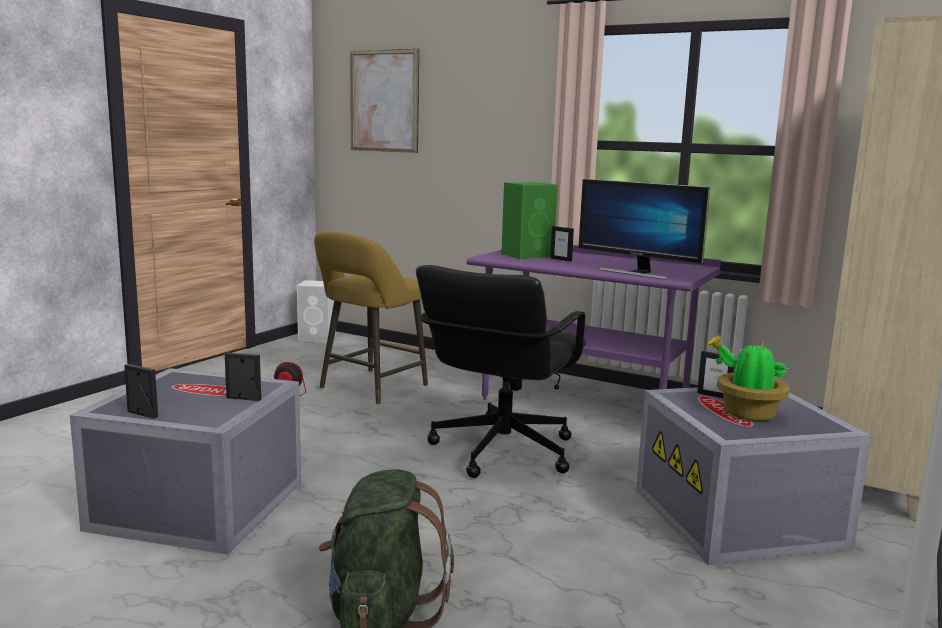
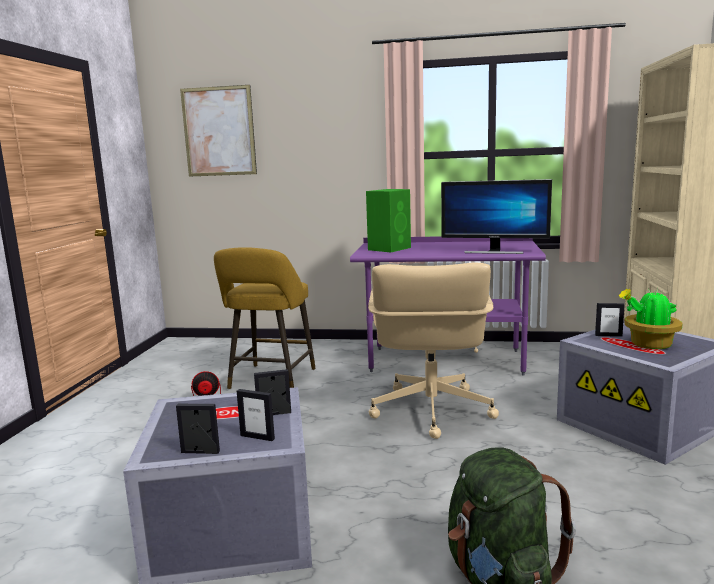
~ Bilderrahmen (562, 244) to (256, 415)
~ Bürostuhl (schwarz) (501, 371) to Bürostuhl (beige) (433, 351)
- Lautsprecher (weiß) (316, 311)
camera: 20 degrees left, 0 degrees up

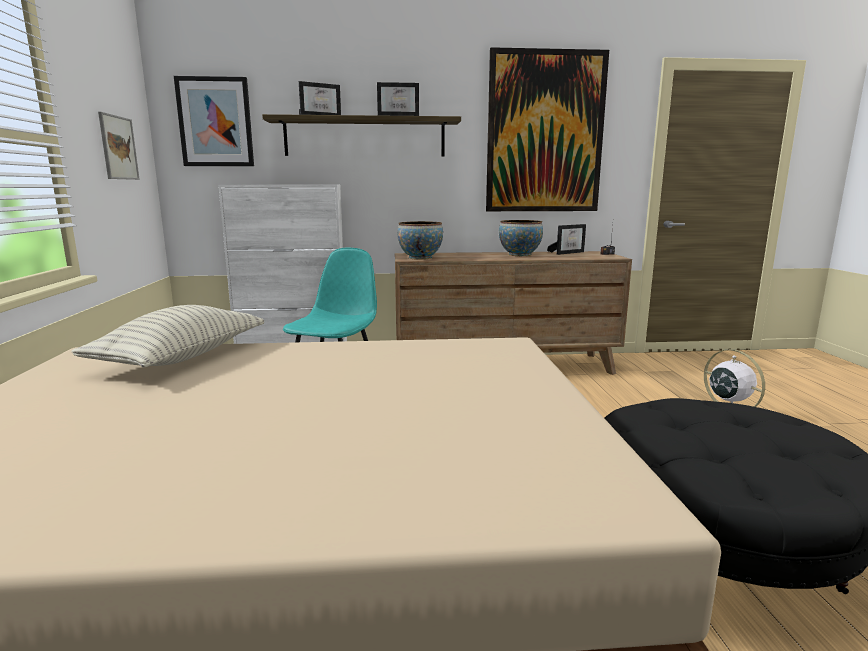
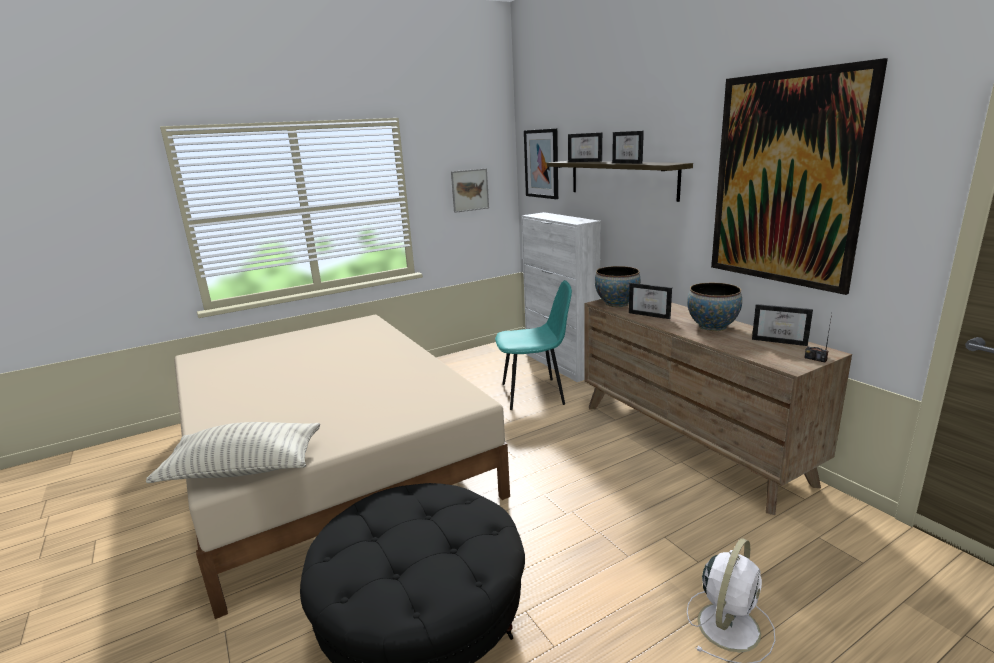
~ Kissen (167, 336) to (233, 452)
+ Bilderrahmen (650, 301)
camera: 65 degrees right, 5 degrees up

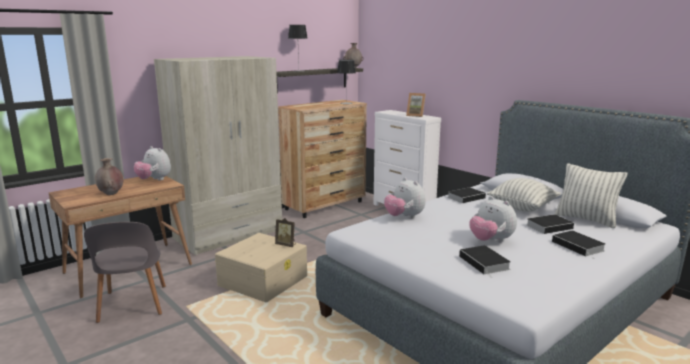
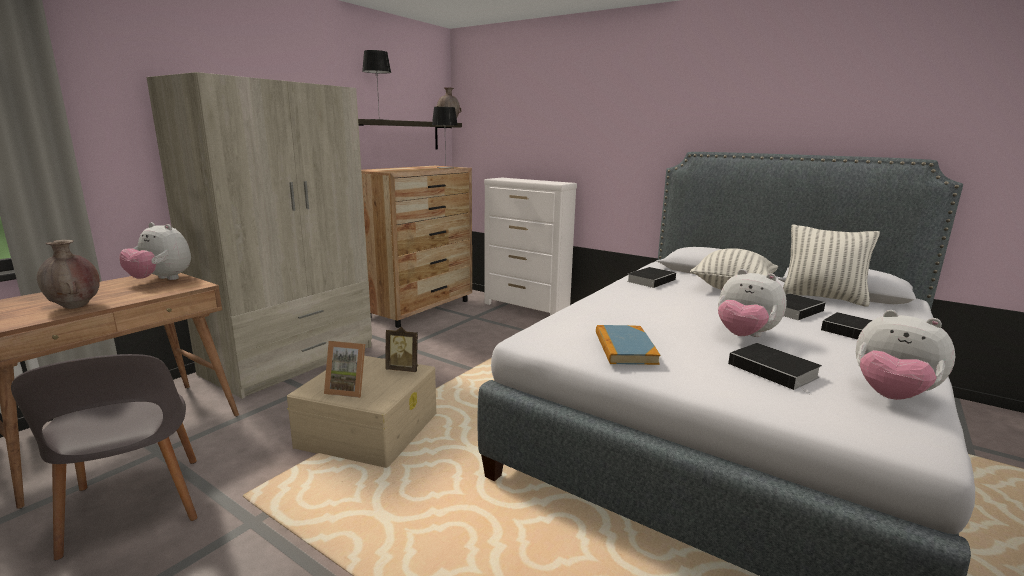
~ Bilderrahmen (416, 105) to (344, 369)
~ Plüschtier (404, 198) to (905, 355)
+ Buch (628, 345)
camera: 15 degrees left, 0 degrees up

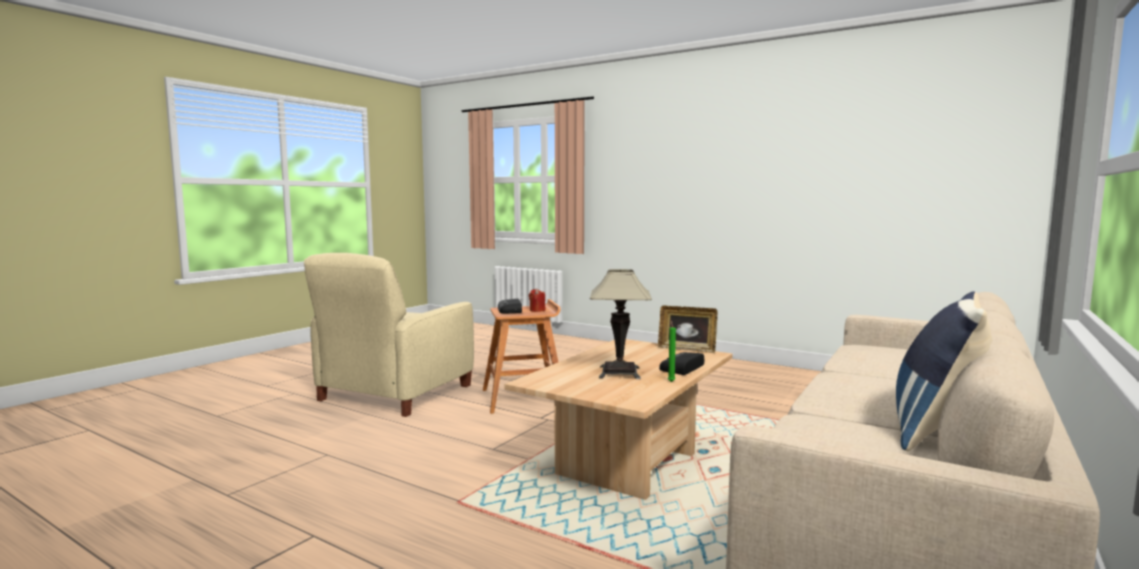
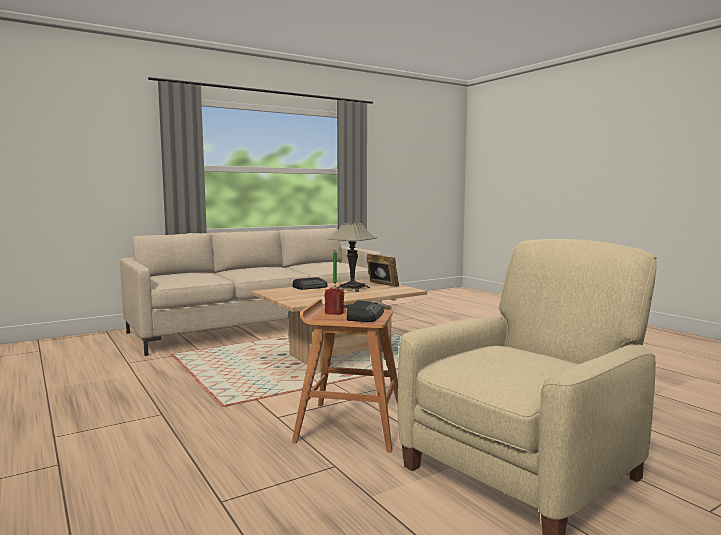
- Kissen (blau) (944, 371)
~ Bilderrahmen (687, 329) to (383, 270)
camera: 155 degrees left, 0 degrees up

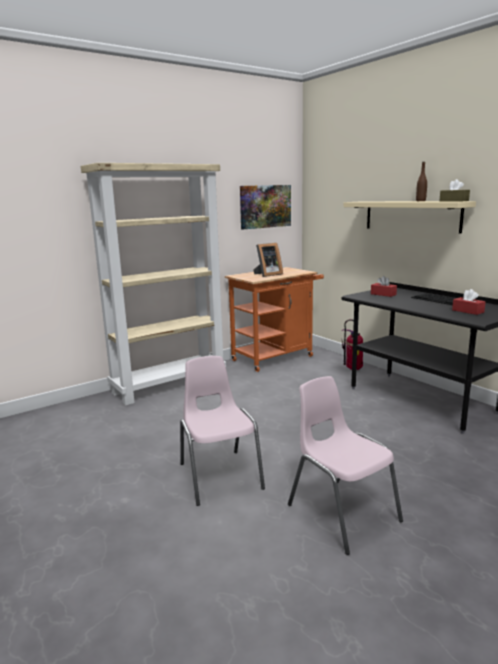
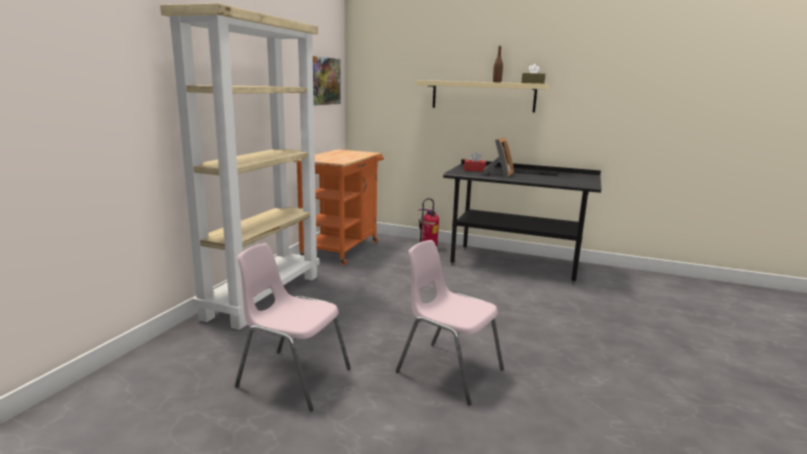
~ Bilderrahmen (268, 260) to (498, 157)
- Taschentuchbox (rot) (469, 302)
~ Stuhl (rosa) (345, 465) to (293, 327)
camera: 35 degrees left, 0 degrees up

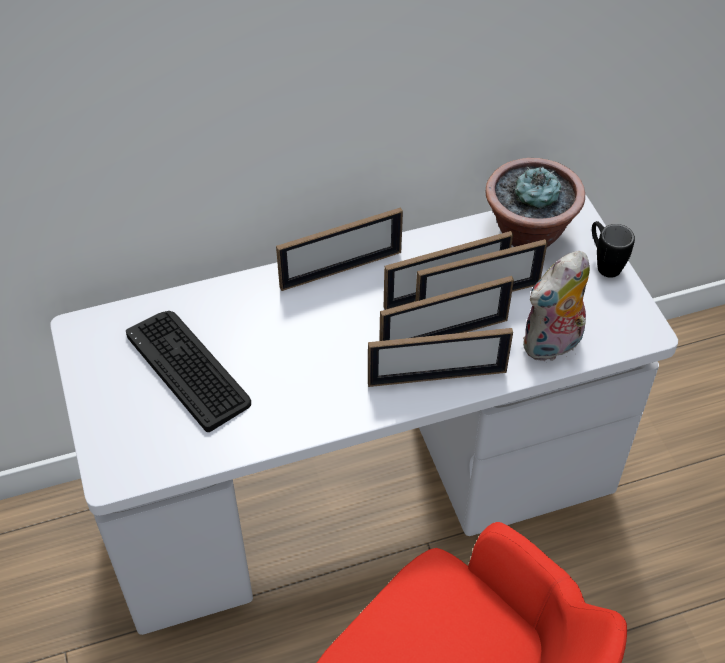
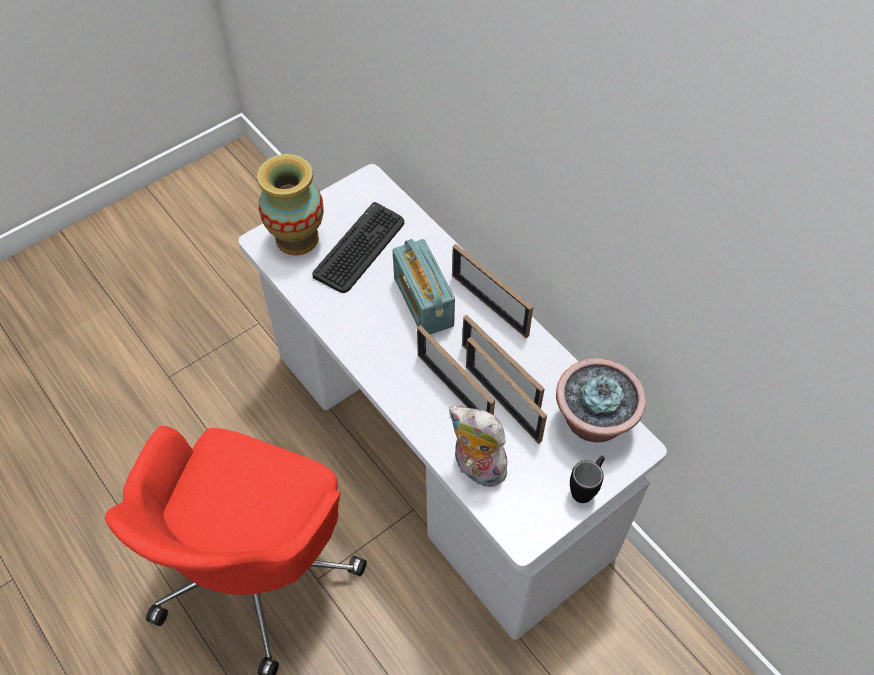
- Bilderrahmen (440, 357)
+ Vase (290, 205)
+ Radio (424, 286)
camera: 70 degrees right, 5 degrees up

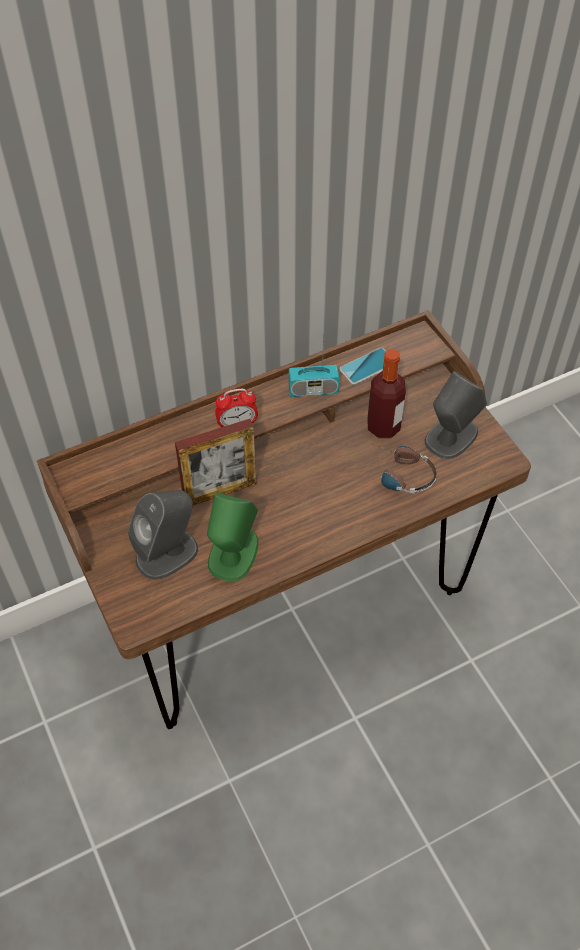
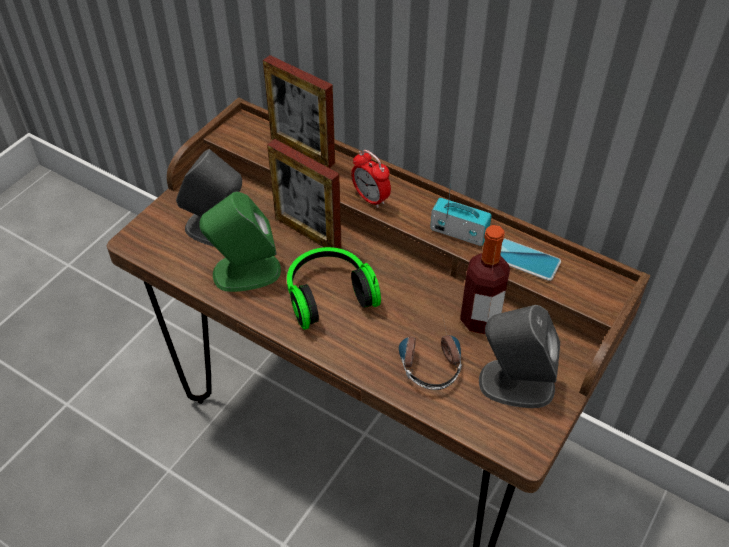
~ Radio (314, 367) = (461, 210) 150 degrees clockwise
+ Bilderrahmen (299, 111)
+ Kopfhörer (334, 288)
camera: 60 degrees right, 5 degrees down

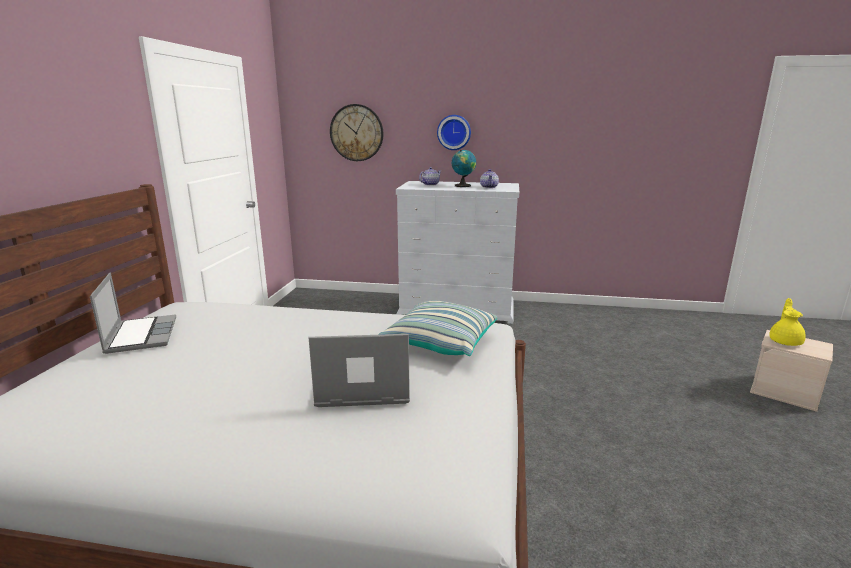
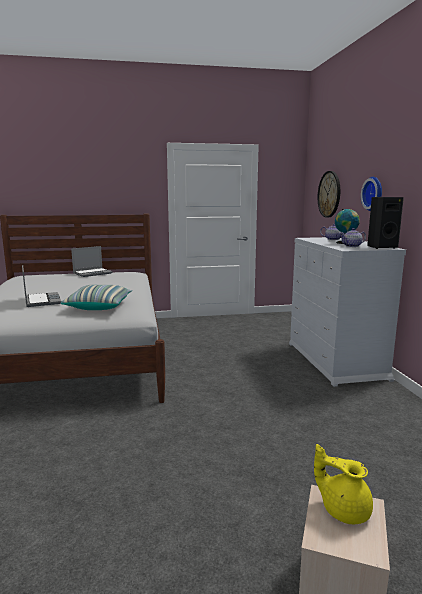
~ Teekanne (gelb) (787, 322) = (343, 484) 150 degrees counterclockwise
+ Lautsprecher (schwarz) (385, 223)
camera: 70 degrees right, 5 degrees down

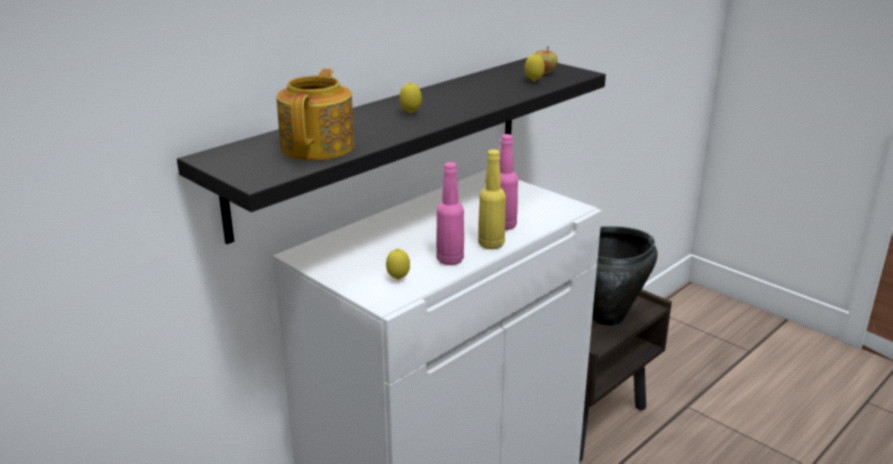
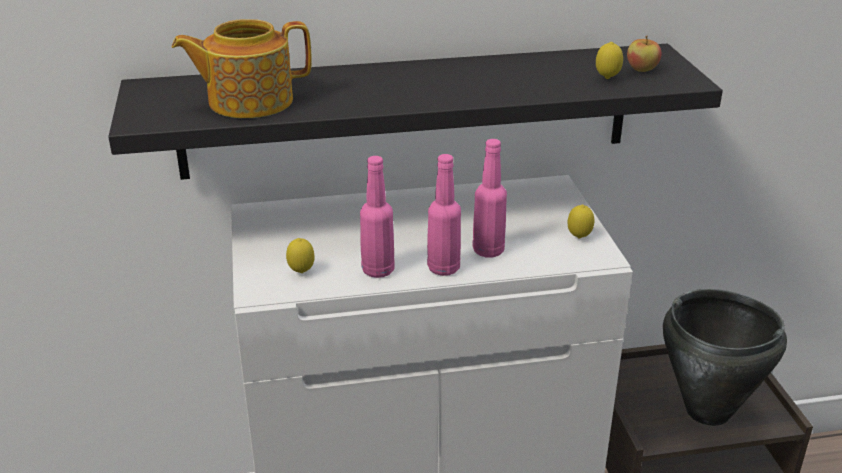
~ Teekanne (316, 114) = (242, 68) 150 degrees counterclockwise
~ Zitrone (410, 98) to (581, 221)
~ Flasche (gelb) (492, 199) to Flasche (rosa) (444, 215)
camera: 35 degrees right, 5 degrees up

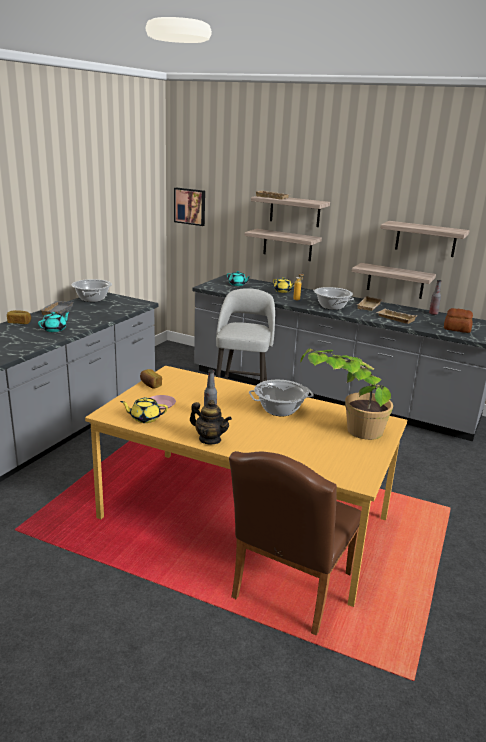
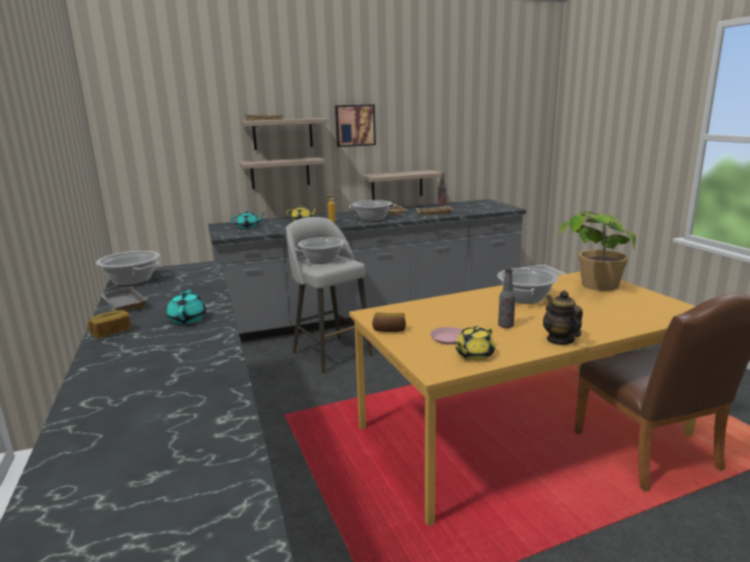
~ Bild (189, 206) to (355, 125)
- Wandregal (425, 239)
- Brot (458, 320)
~ Teekanne (211, 422) = (563, 317) 90 degrees counterclockwise
+ Kochtopf (321, 250)
camera: 45 degrees left, 5 degrees down

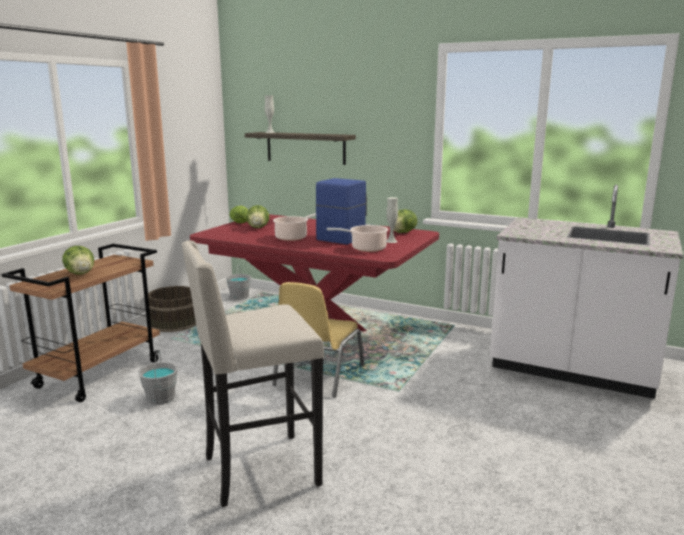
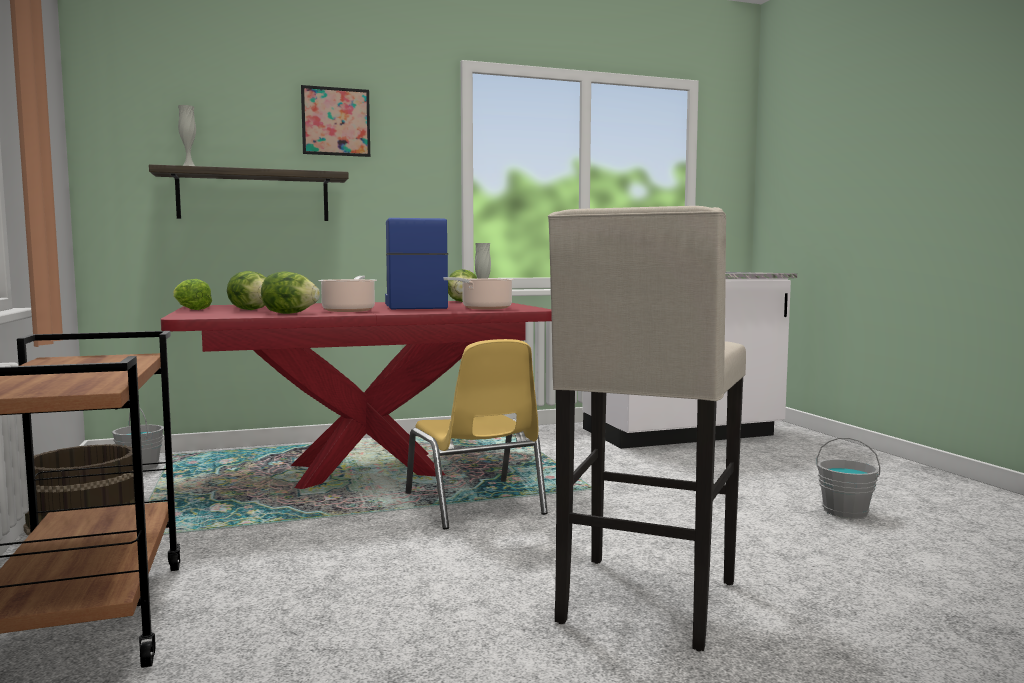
~ Salatkopf (78, 260) to (290, 293)
~ Eimer (grau) (158, 377) to (848, 478)
+ Bild (335, 121)
camera: 45 degrees left, 10 degrees down

